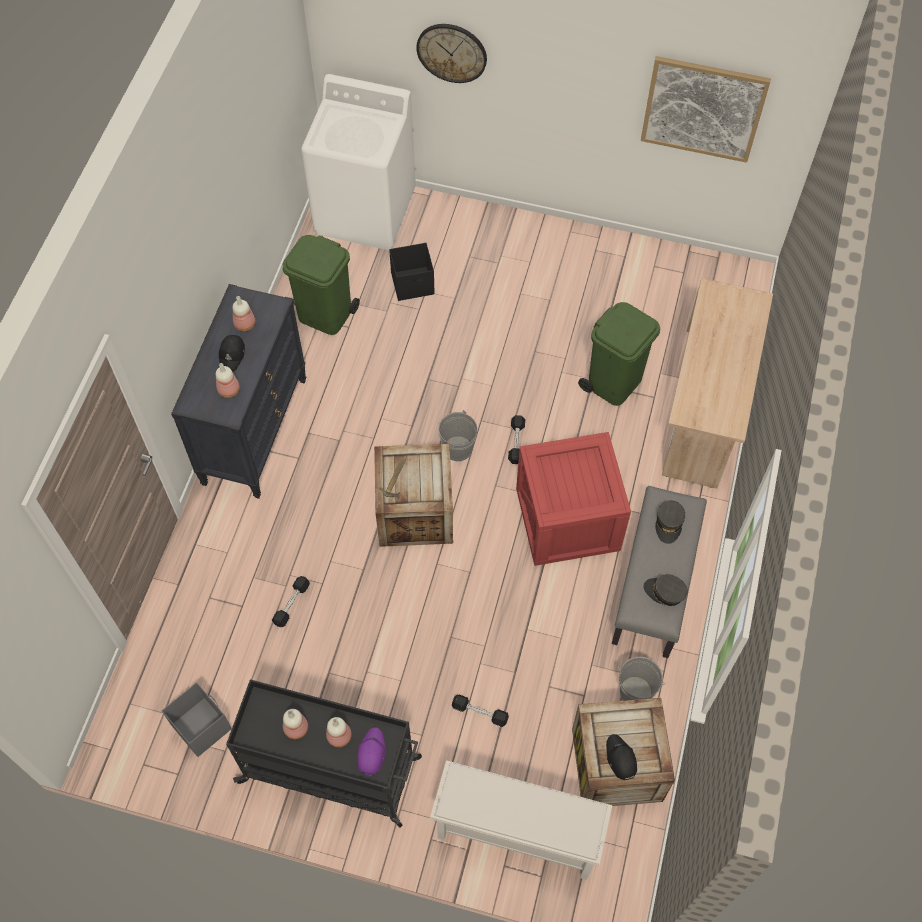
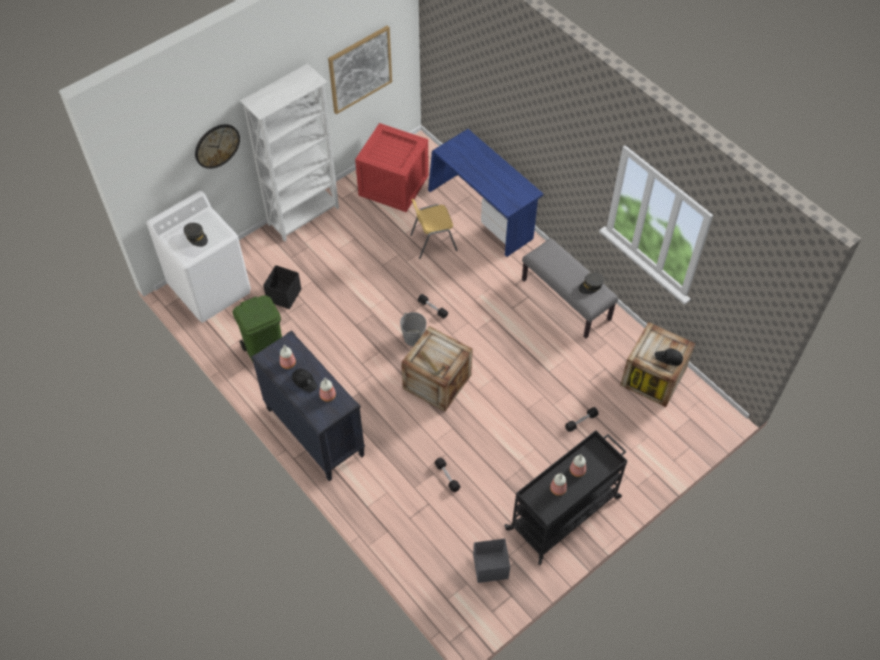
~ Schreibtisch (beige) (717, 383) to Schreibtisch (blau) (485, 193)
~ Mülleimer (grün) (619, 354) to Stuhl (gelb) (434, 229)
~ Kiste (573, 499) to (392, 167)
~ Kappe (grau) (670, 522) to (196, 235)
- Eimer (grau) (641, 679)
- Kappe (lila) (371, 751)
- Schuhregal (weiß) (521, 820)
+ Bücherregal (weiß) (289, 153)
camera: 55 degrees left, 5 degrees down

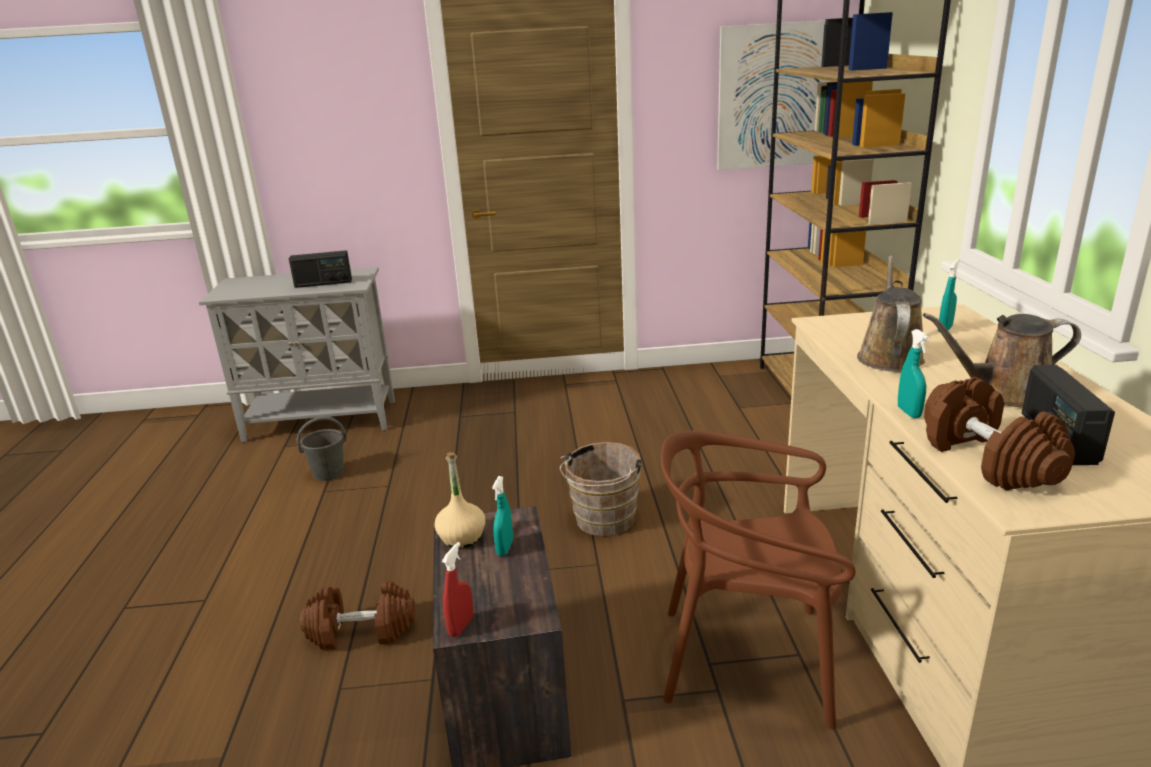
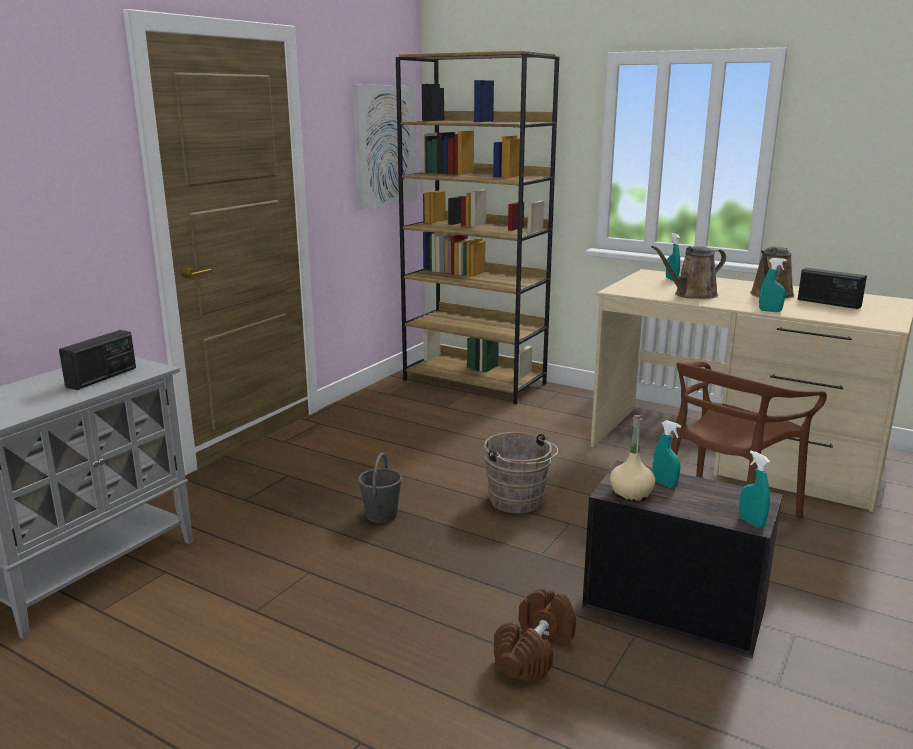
~ Gießkanne (braun) (891, 314) = (688, 272) 75 degrees counterclockwise
- Hantel (braun) (999, 434)
~ Eimer (grau) (322, 449) to (380, 487)
~ Sprühflasche (rot) (457, 589) to Sprühflasche (türkis) (754, 489)
camera: 55 degrees left, 5 degrees down

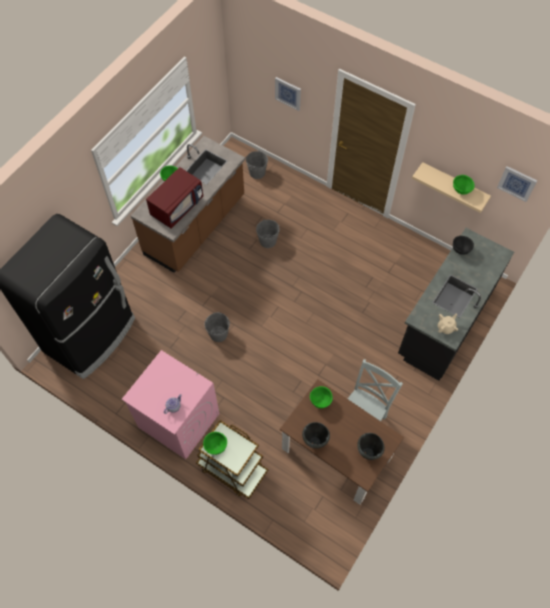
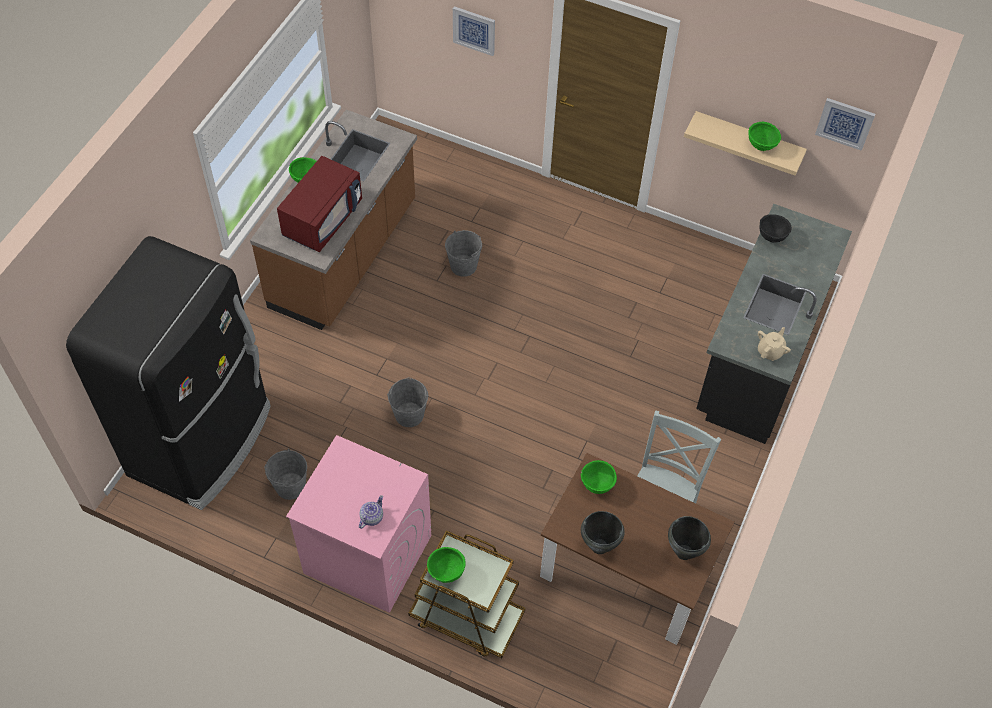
~ Eimer (grau) (257, 164) to (285, 474)
camera: 10 degrees left, 5 degrees down

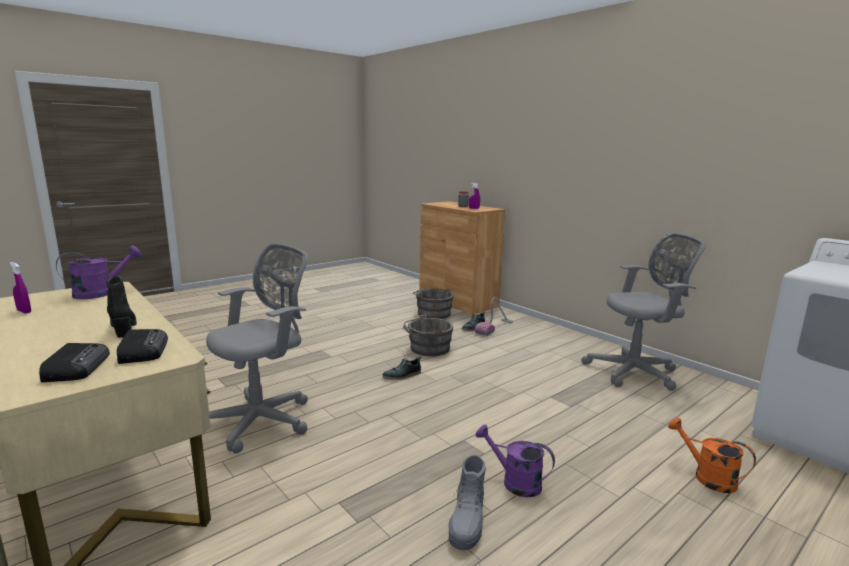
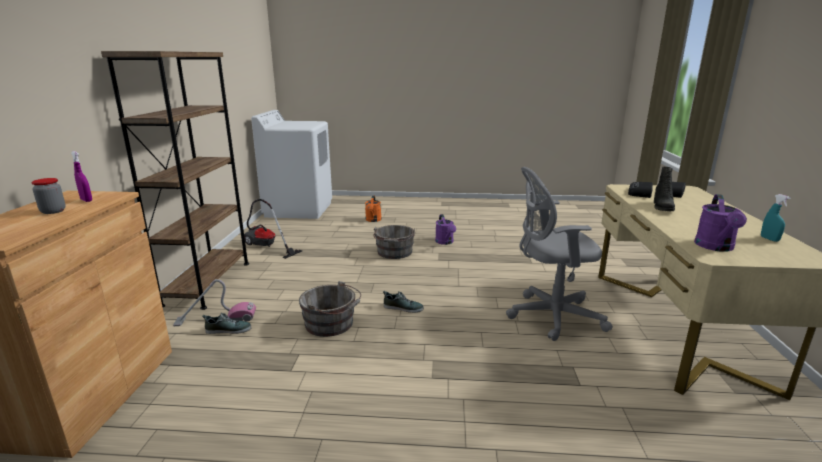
~ Bürostuhl (grau) (643, 312) to Staubsauger (273, 229)
~ Gießkanne (lila) (99, 272) = (720, 223) 75 degrees counterclockwise
~ Sprühflasche (lila) (20, 288) to Sprühflasche (türkis) (776, 218)
~ Eimer (grau) (433, 303) to (394, 242)
- Stiefel (grau) (467, 502)
+ Bücherregal (braun) (175, 180)
camera: 135 degrees left, 5 degrees up

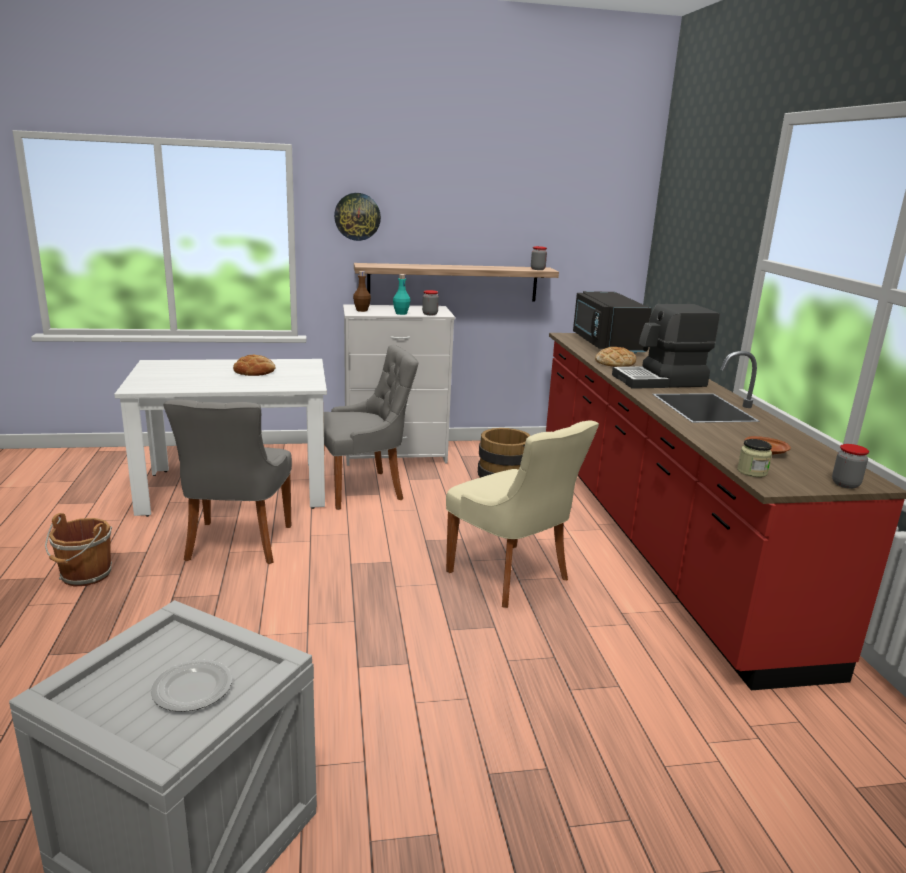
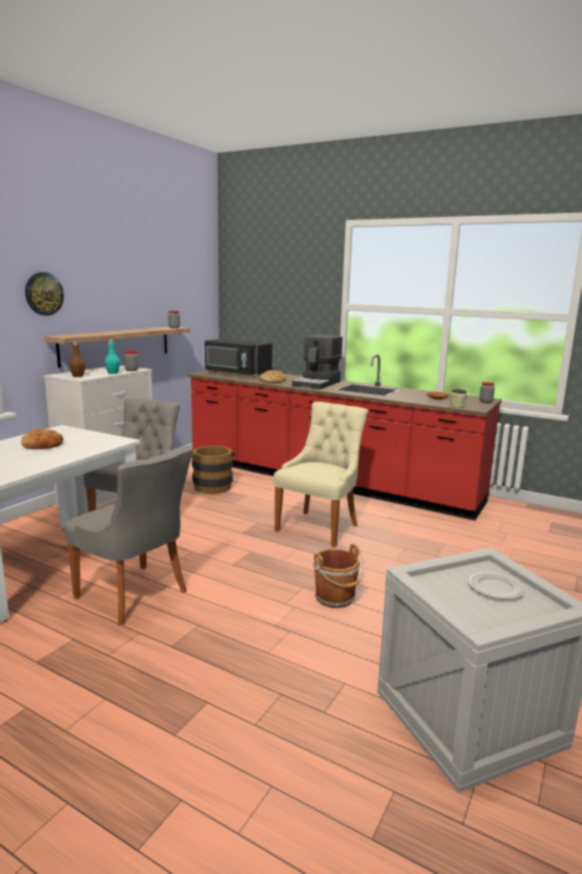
~ Stuhl (beige) (522, 514) = (321, 475) 60 degrees counterclockwise
~ Eimer (braun) (78, 550) to (338, 576)
camera: 50 degrees left, 5 degrees down

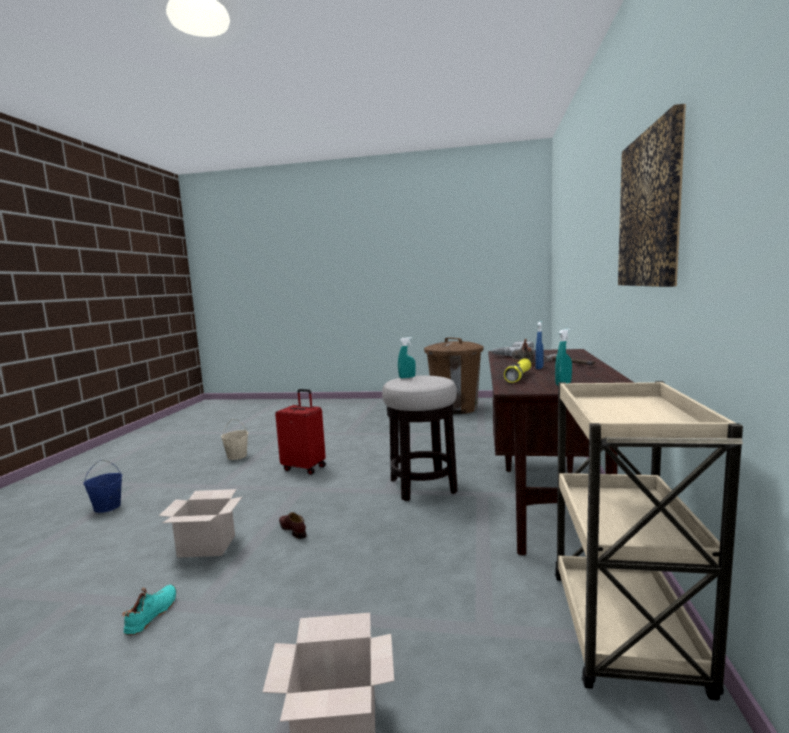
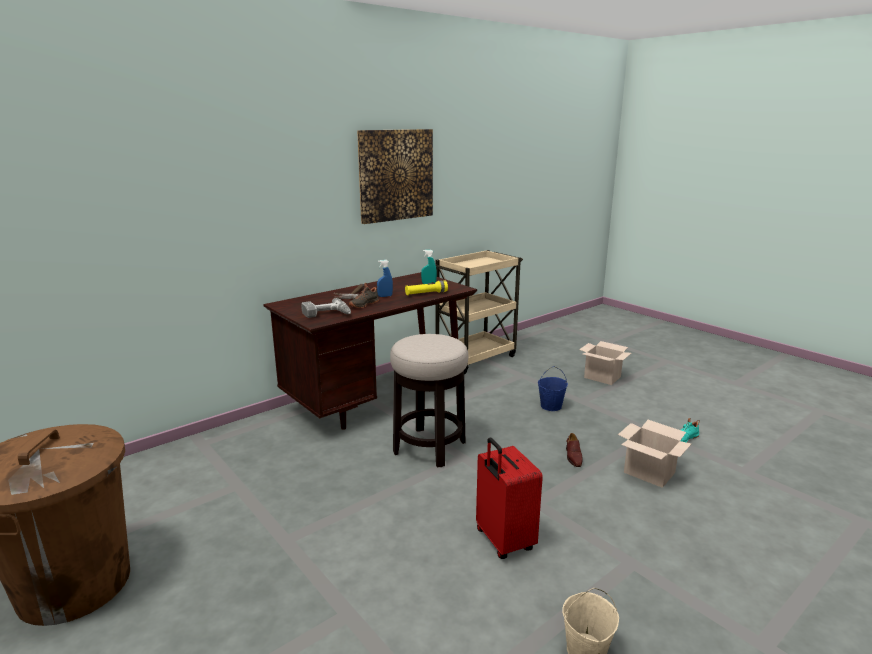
- Sprühflasche (türkis) (407, 357)
~ Eimer (blau) (102, 486) to (553, 388)
camera: 140 degrees left, 10 degrees up

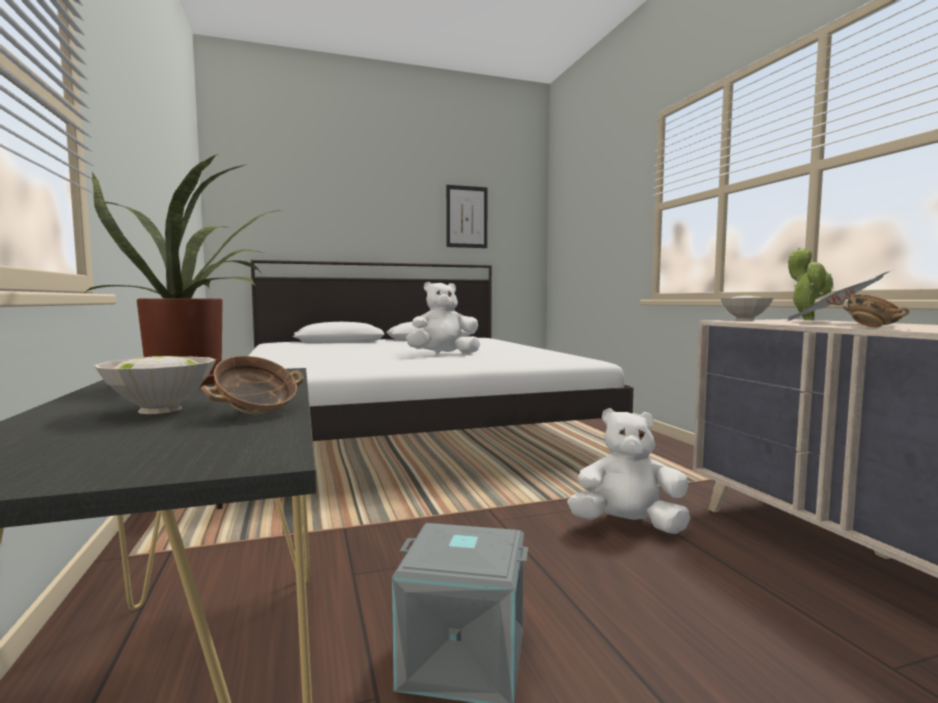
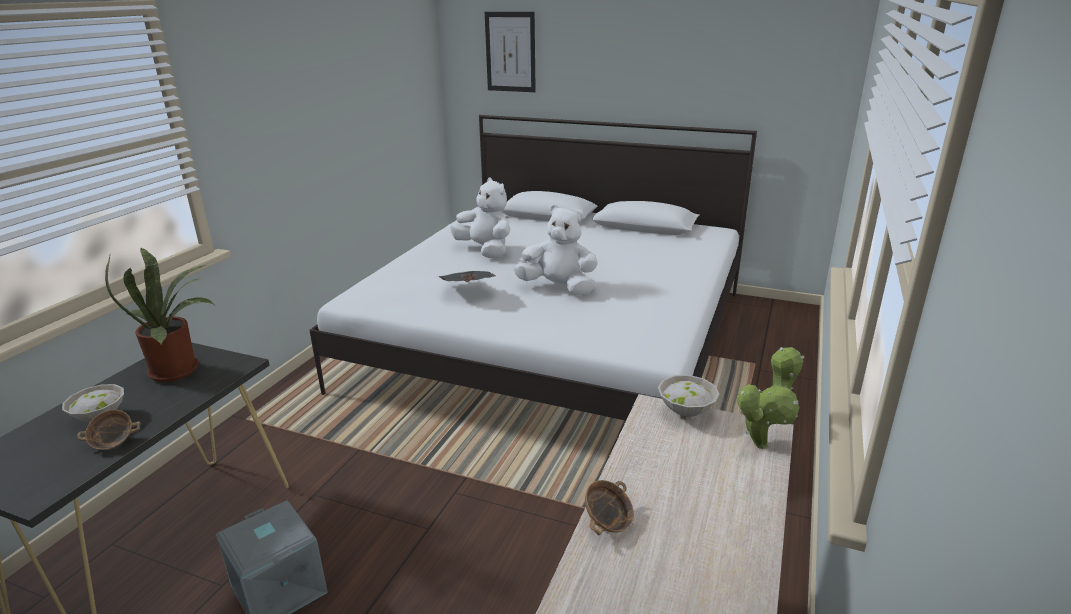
~ Bild (466, 216) to (510, 52)
~ Zeitung (840, 295) to (467, 276)
~ Plüschtier (weiß) (628, 471) to (480, 218)
camera: 40 degrees right, 20 degrees up

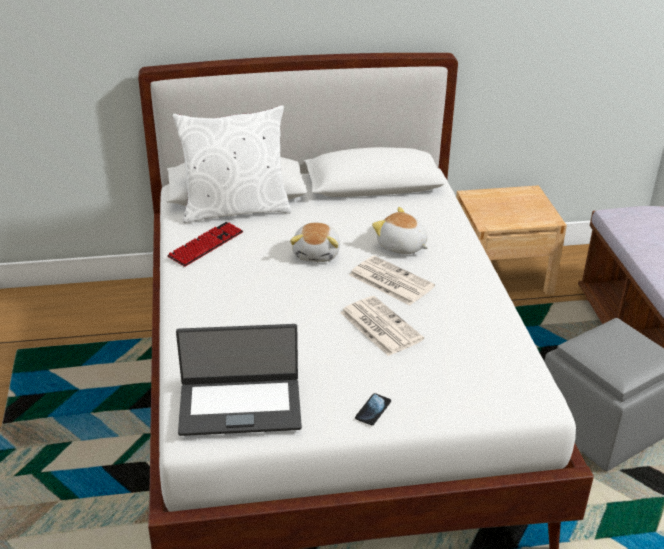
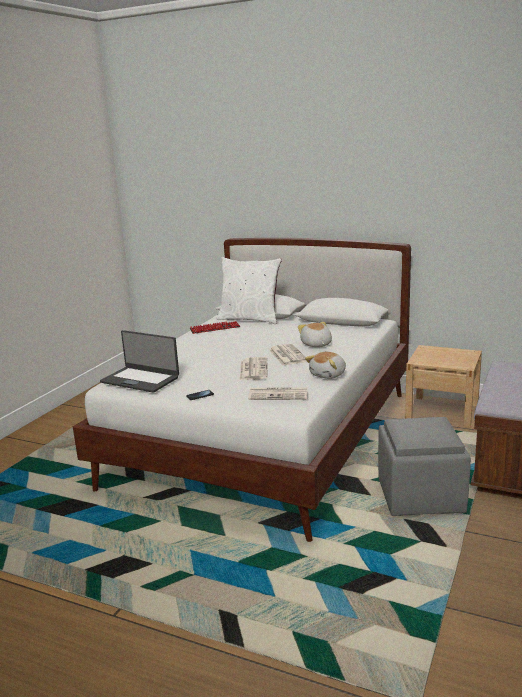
~ Plüschtier (315, 242) to (325, 365)
+ Zeitung (278, 393)
camera: 35 degrees right, 15 degrees down

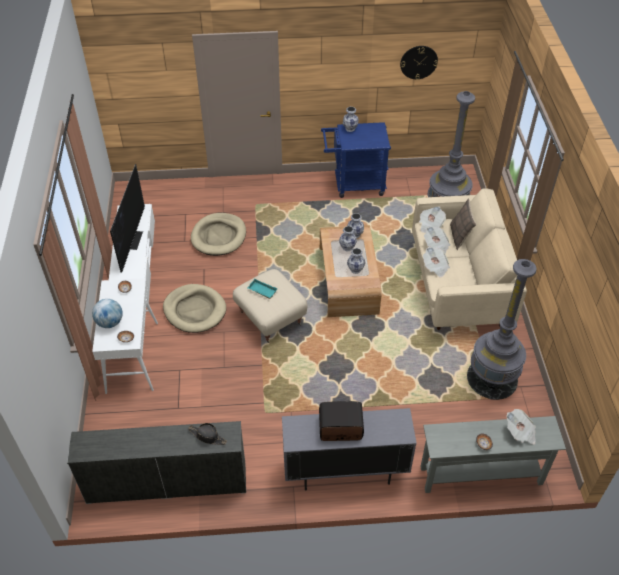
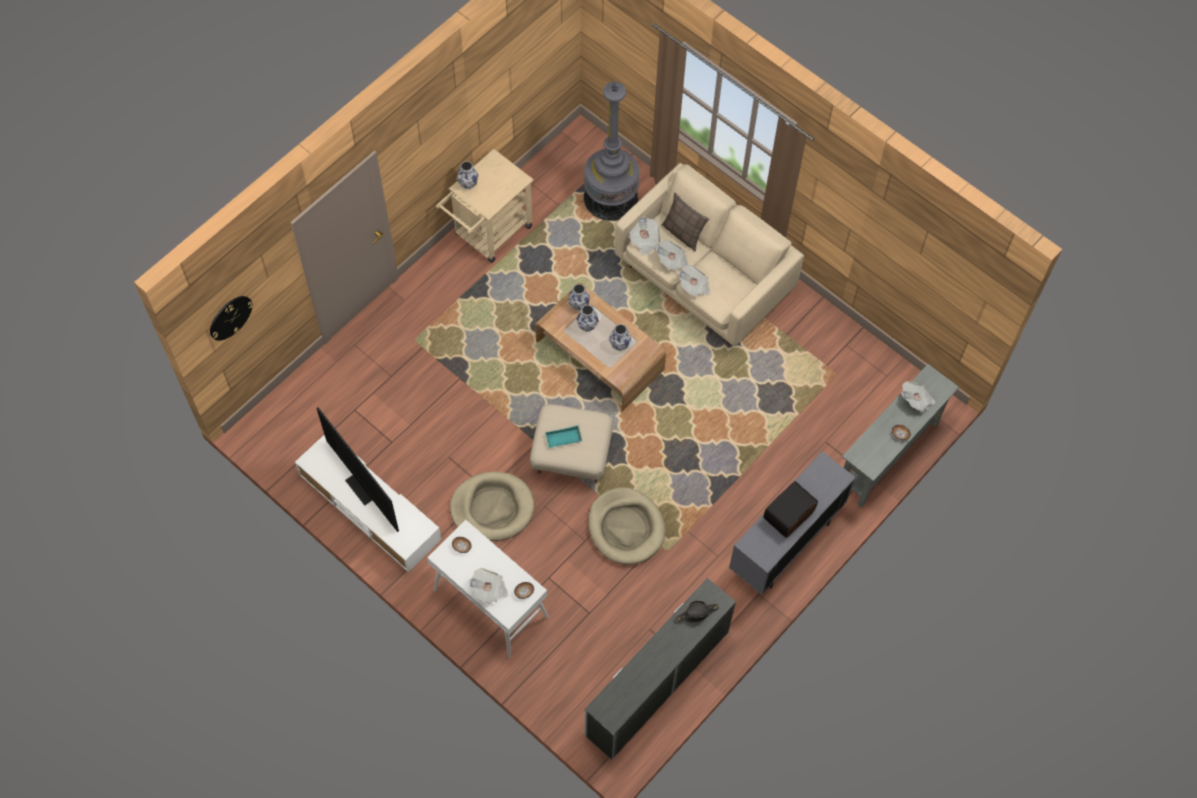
~ Wanduhr (419, 63) to (231, 318)
~ Rollwagen (blau) (356, 160) to Rollwagen (beige) (485, 206)
~ Hundebett (beige) (218, 234) to (627, 526)
- Stehlampe (grau) (501, 329)
~ Globus (107, 313) to Zeitung (489, 586)
camera: 45 degrees left, 15 degrees up

